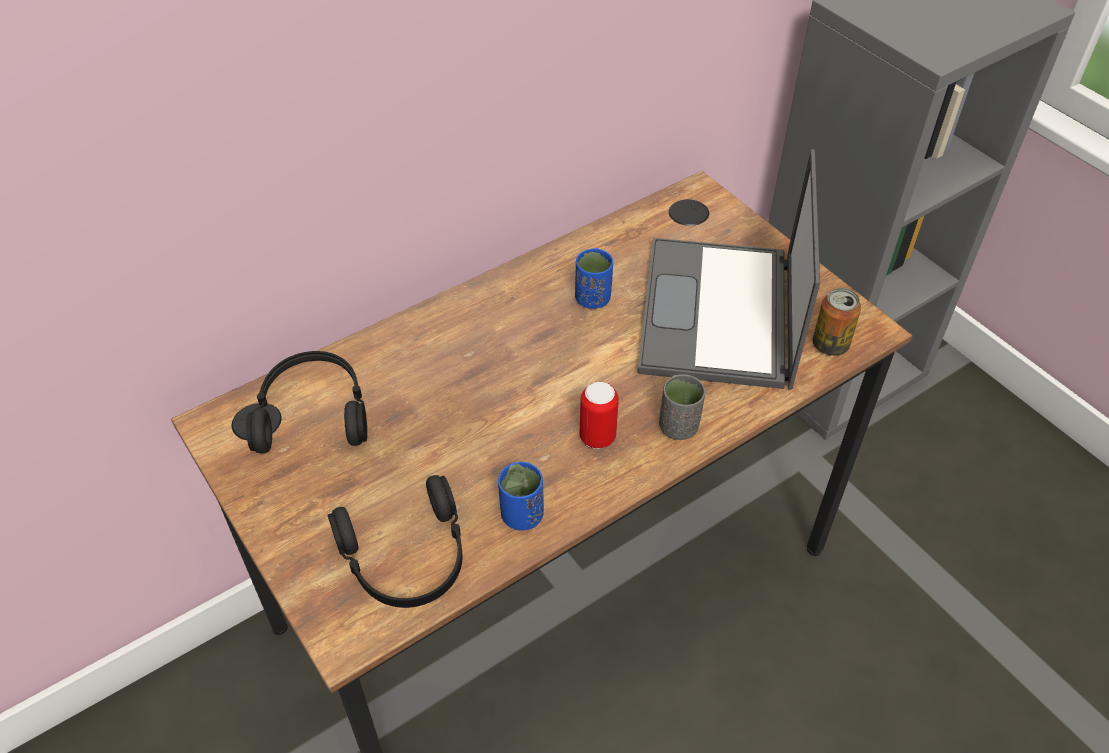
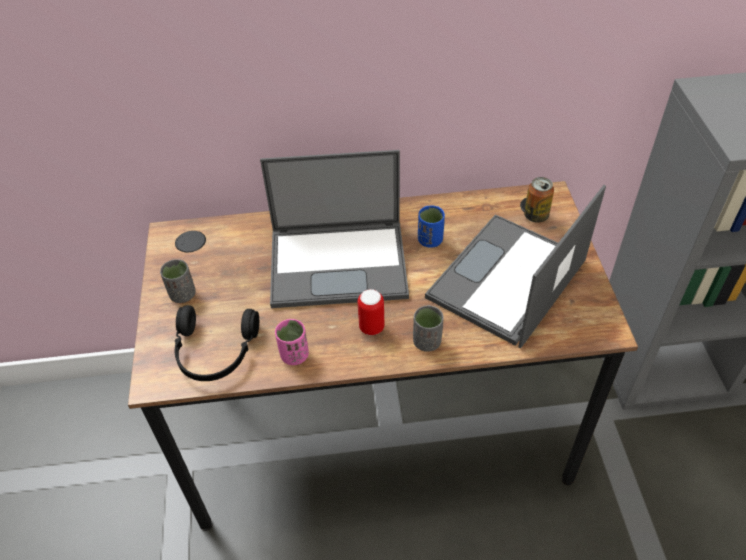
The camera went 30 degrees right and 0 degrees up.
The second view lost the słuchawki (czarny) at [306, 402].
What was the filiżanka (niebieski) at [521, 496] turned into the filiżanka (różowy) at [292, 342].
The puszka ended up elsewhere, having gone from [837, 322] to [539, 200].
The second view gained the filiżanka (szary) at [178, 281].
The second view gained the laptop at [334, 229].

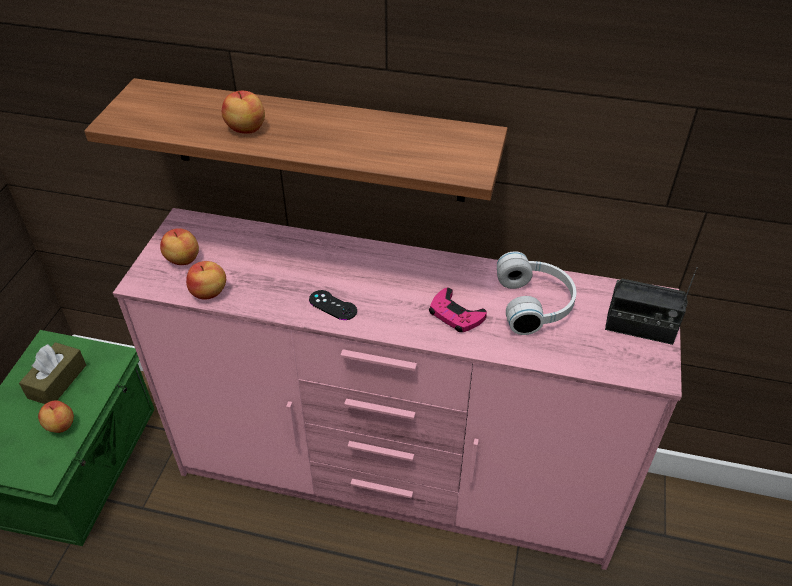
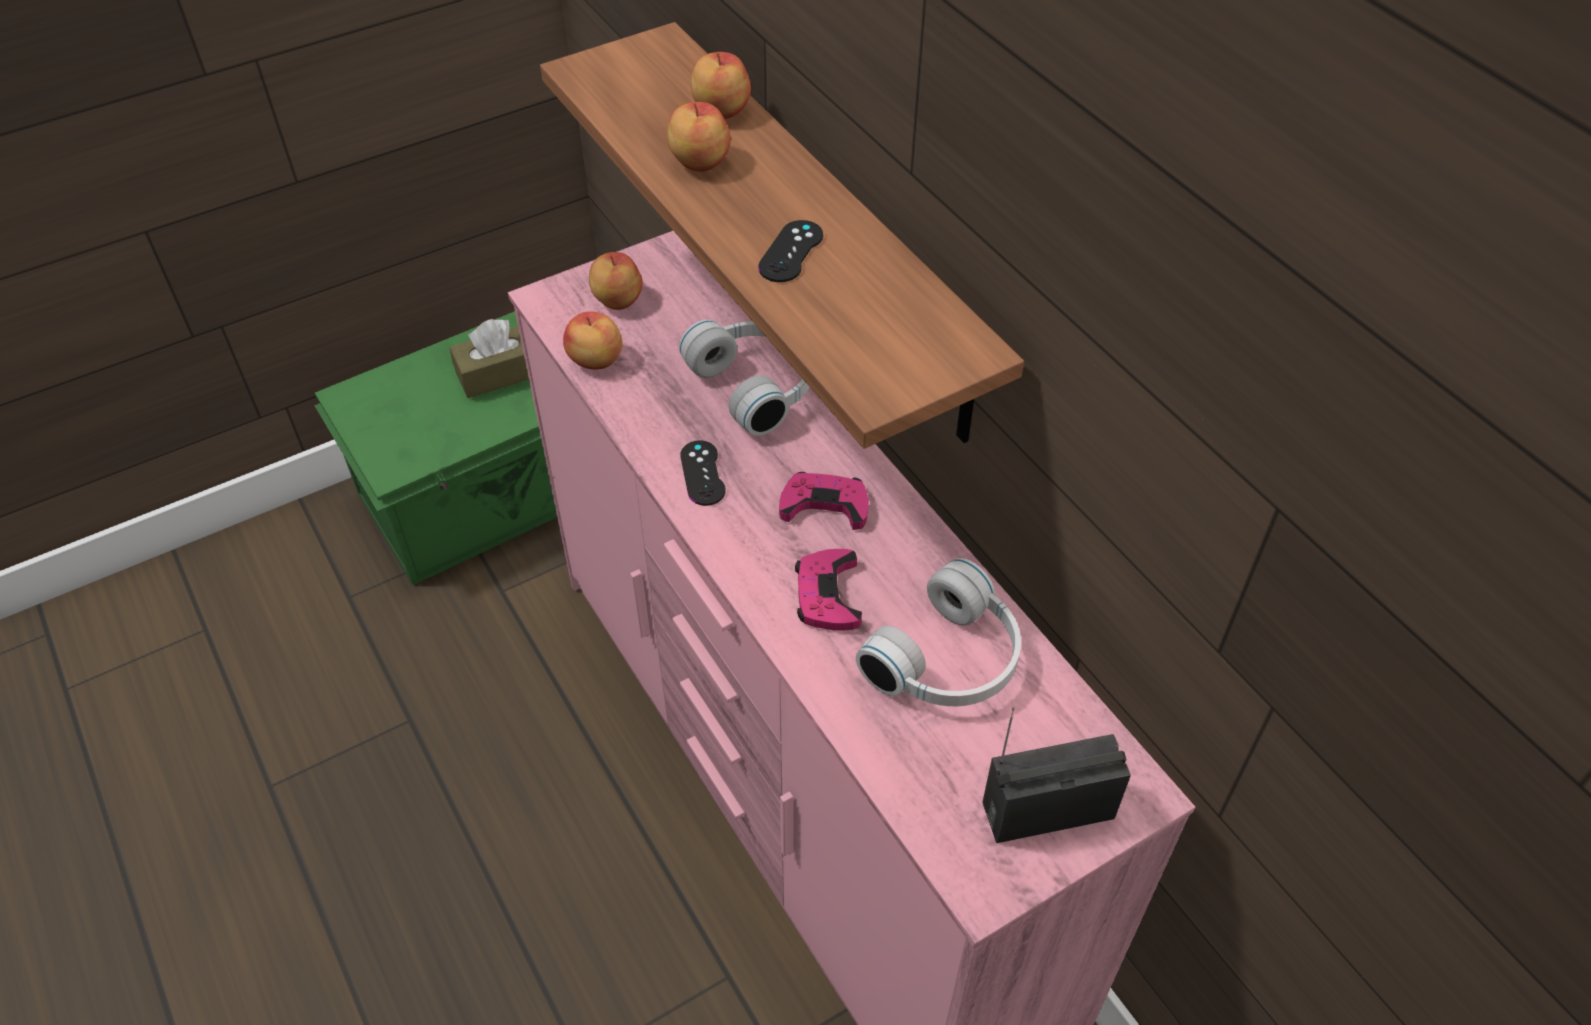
The camera went 45 degrees right and 5 degrees up.
The jabłko ended up elsewhere, having gone from [56, 416] to [721, 85].
The radio at [651, 306] ended up facing another way, 105 degrees clockwise from before.
The second view gained the słuchawki (biały) at [744, 377].
The second view gained the pad do gier (czarny) at [790, 251].
The second view gained the pad do gier (różowy) at [824, 501].

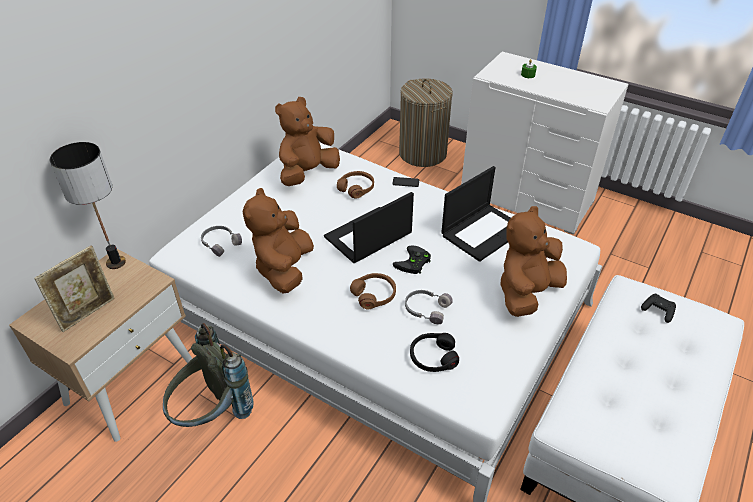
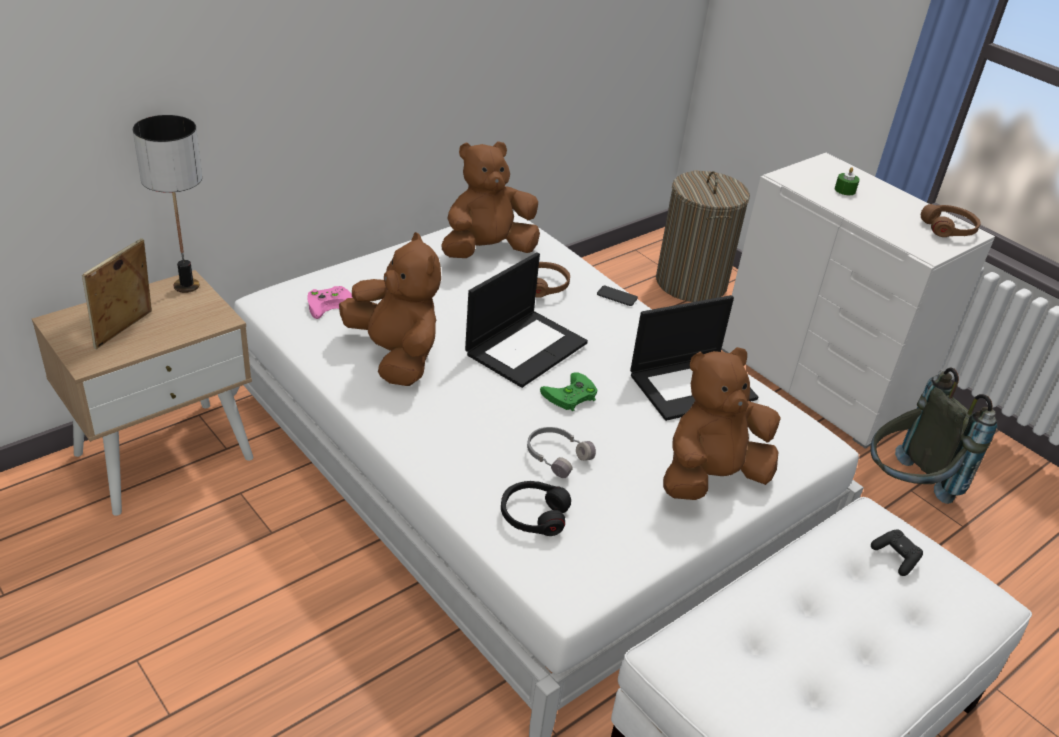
The camera went 15 degrees right and 5 degrees down.
The ramka na zdjęcie at [74, 288] ended up facing another way, 150 degrees clockwise from before.
The plecak (szary) ended up elsewhere, having gone from [208, 375] to [933, 435].
Where the słuchawki (szary) stood at [221, 241], the pad do gier (różowy) came to stand at [329, 302].
The pluszak (brązowy) at [278, 240] ended up facing another way, 120 degrees clockwise from before.
The laptop at [369, 227] ended up facing another way, 150 degrees clockwise from before.
The słuchawki (brązowy) ended up elsewhere, having gone from [373, 291] to [951, 220].
What was the pad do gier (czarny) at [412, 259] turned into the pad do gier (zielony) at [568, 391].

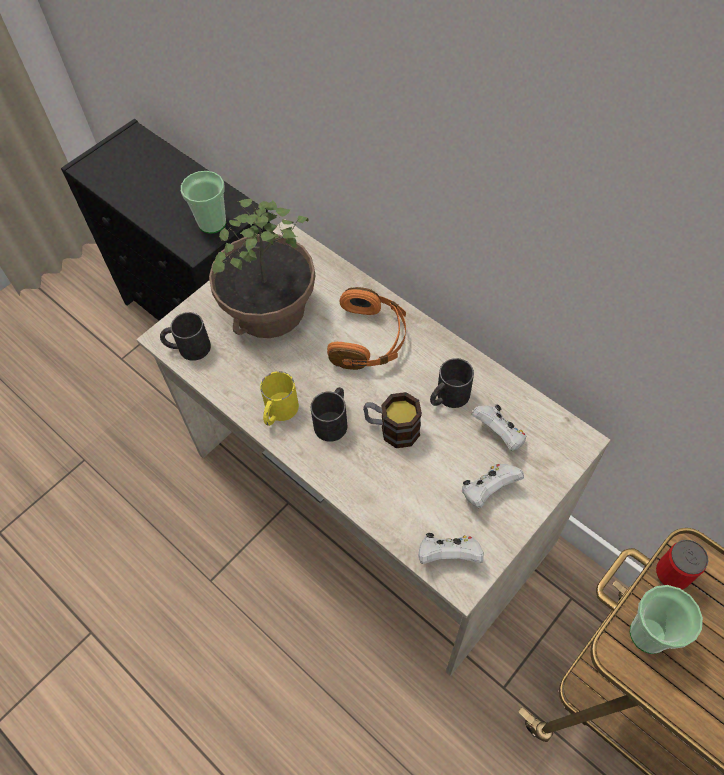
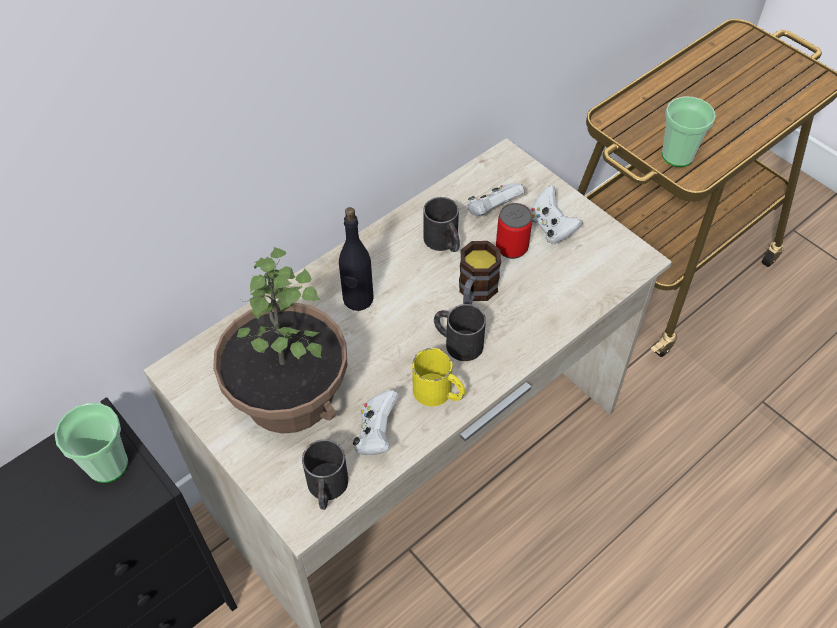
The camera went 85 degrees left and 5 degrees down.
Where the słuchawki (pomarańczowy) stood at [366, 328], the butelka (czarny) came to stand at [356, 259].
The pad do gier (biały) ended up elsewhere, having gone from [451, 548] to [376, 422].
The puszka ended up elsewhere, having gone from [682, 564] to [514, 231].

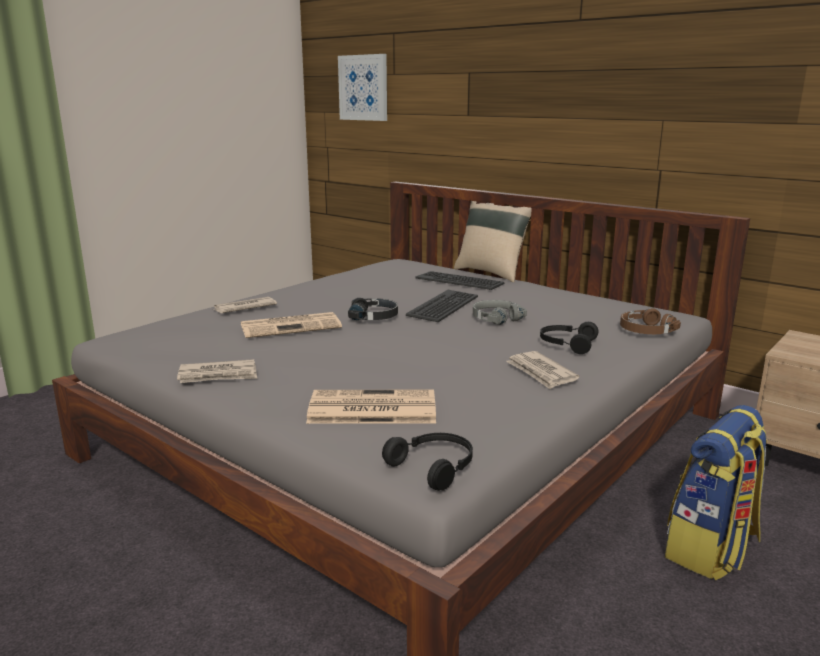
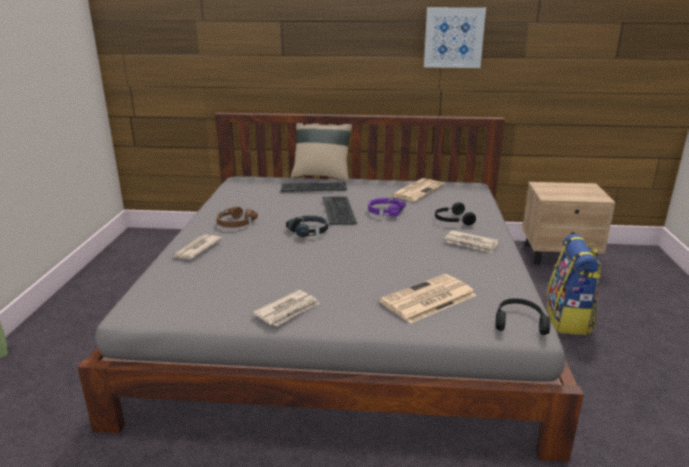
The camera went 35 degrees left and 5 degrees up.
The gazeta ended up elsewhere, having gone from [291, 325] to [417, 190].
The obraz ended up elsewhere, having gone from [362, 87] to [455, 37].
What was the słuchawki (szary) at [500, 312] turned into the słuchawki (fioletowy) at [387, 207].
The słuchawki (brązowy) ended up elsewhere, having gone from [650, 321] to [237, 217].

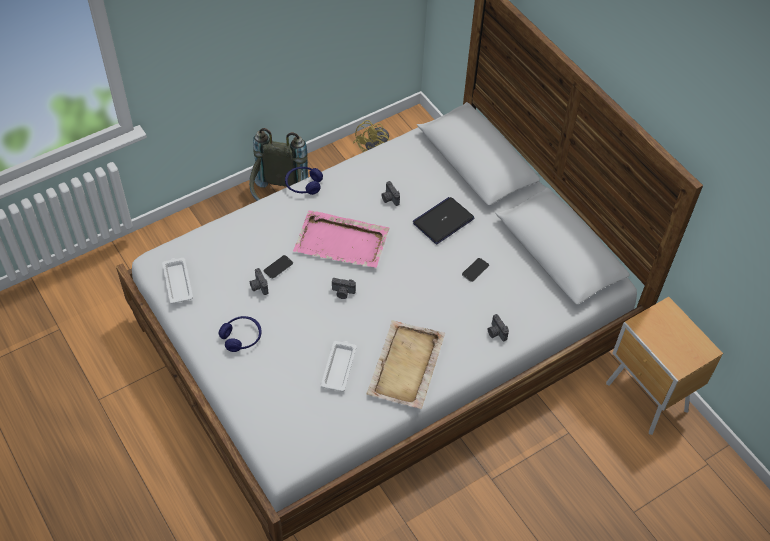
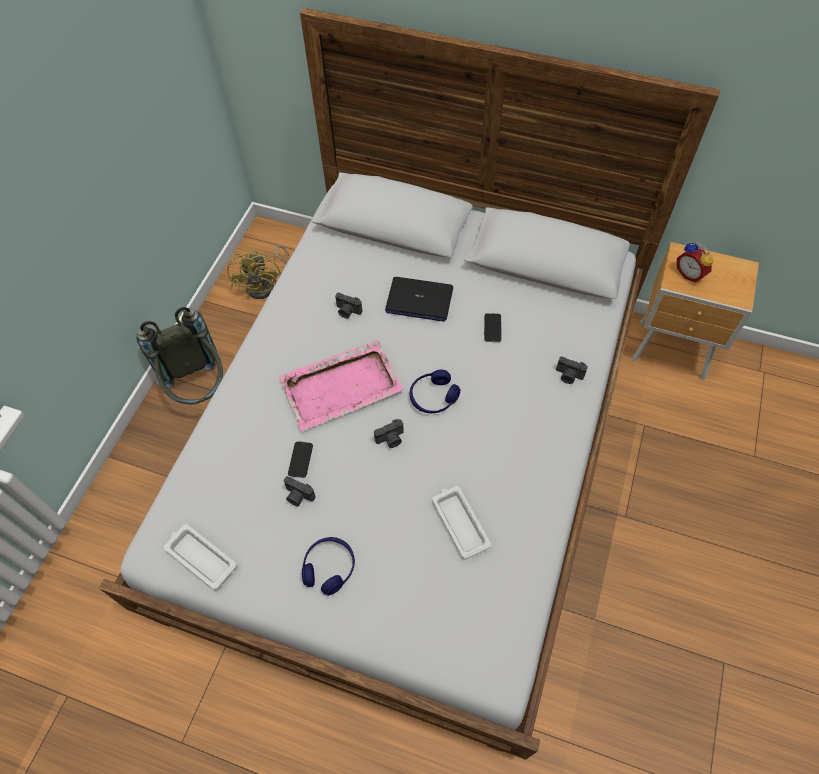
The camera went 35 degrees left and 5 degrees up.
The słuchawki (niebieski) ended up elsewhere, having gone from [304, 181] to [435, 391].
The second view lost the taca (beżowy) at [406, 364].
The laptop at [443, 220] ended up facing another way, 90 degrees counterclockwise from before.
The second view gained the budzik at [695, 262].

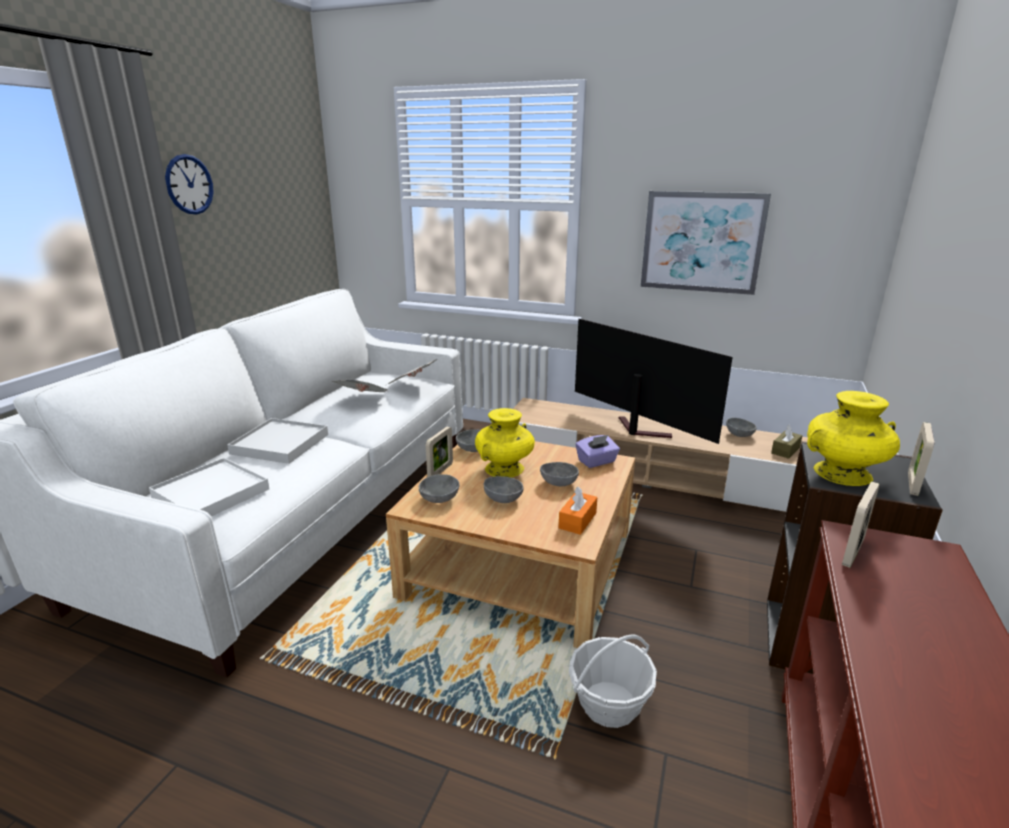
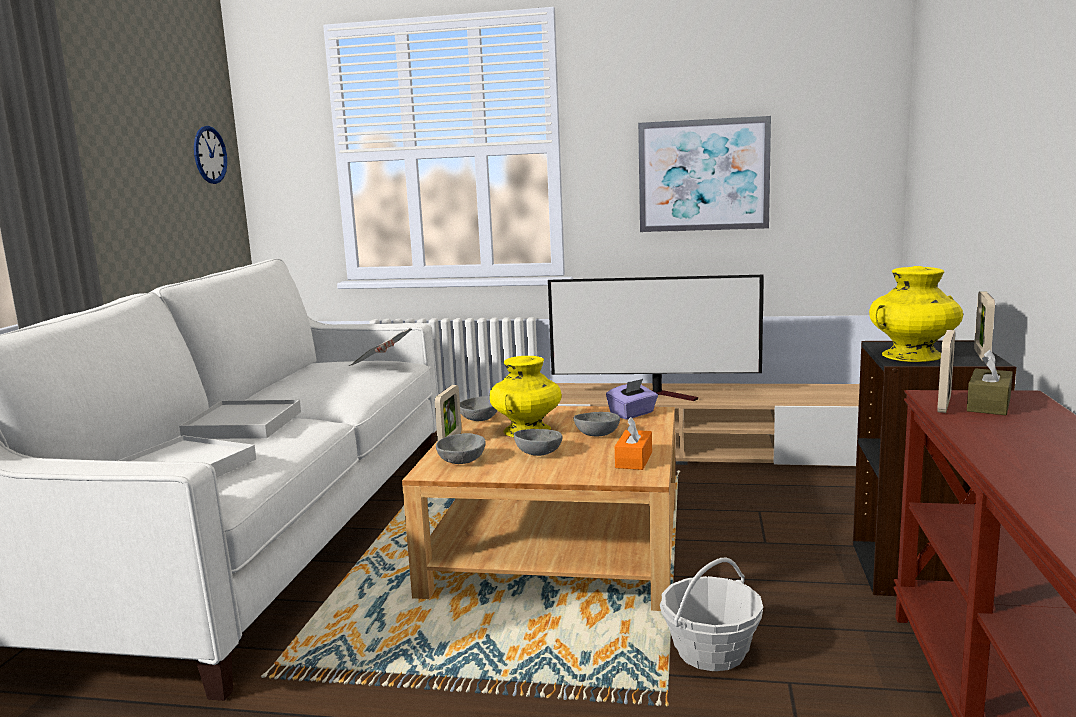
The camera went 10 degrees left and 10 degrees down.
The zegar ścienny ended up elsewhere, having gone from [189, 184] to [210, 155].
The second view lost the gazeta at [359, 386].
The telewizor at [654, 381] ended up facing another way, 150 degrees clockwise from before.
The second view lost the miska (szary) at [741, 427].
The pudełko chusteczek (brązowy) ended up elsewhere, having gone from [786, 442] to [990, 382].

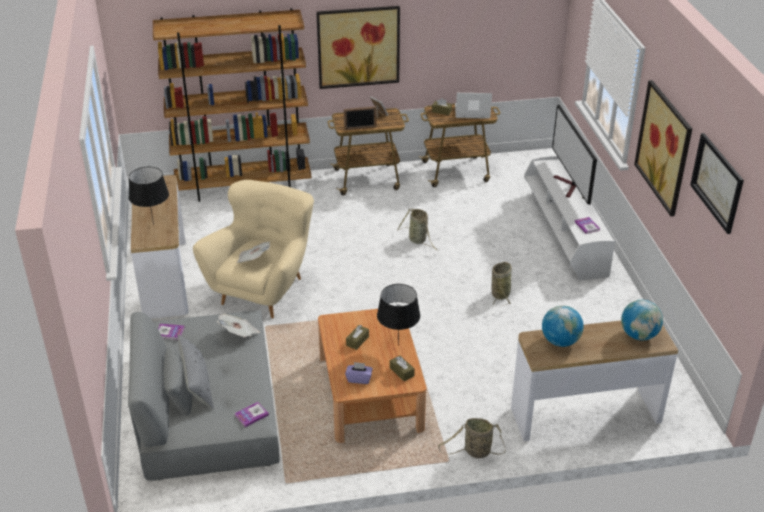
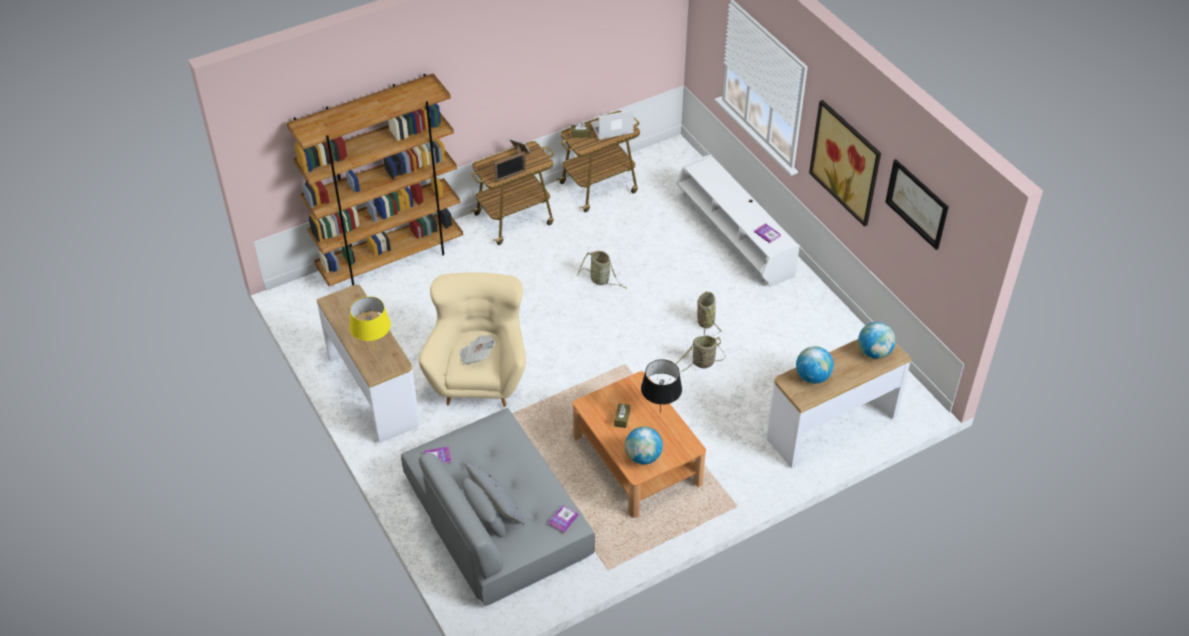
The camera went 20 degrees left and 10 degrees up.
What was the lampa stołowa (czarny) at [149, 196] turned into the lampa stołowa (żółty) at [370, 323].
The second view lost the gazeta at [238, 325].
The second view lost the obraz at [358, 47].
Where the pudełko chusteczek (fioletowy) stood at [359, 373], the globus came to stand at [644, 446].
The second view lost the pudełko chusteczek (brązowy) at [402, 368].
The koszyk ended up elsewhere, having gone from [471, 438] to [700, 353].
The second view lost the telewizor at [574, 155].

